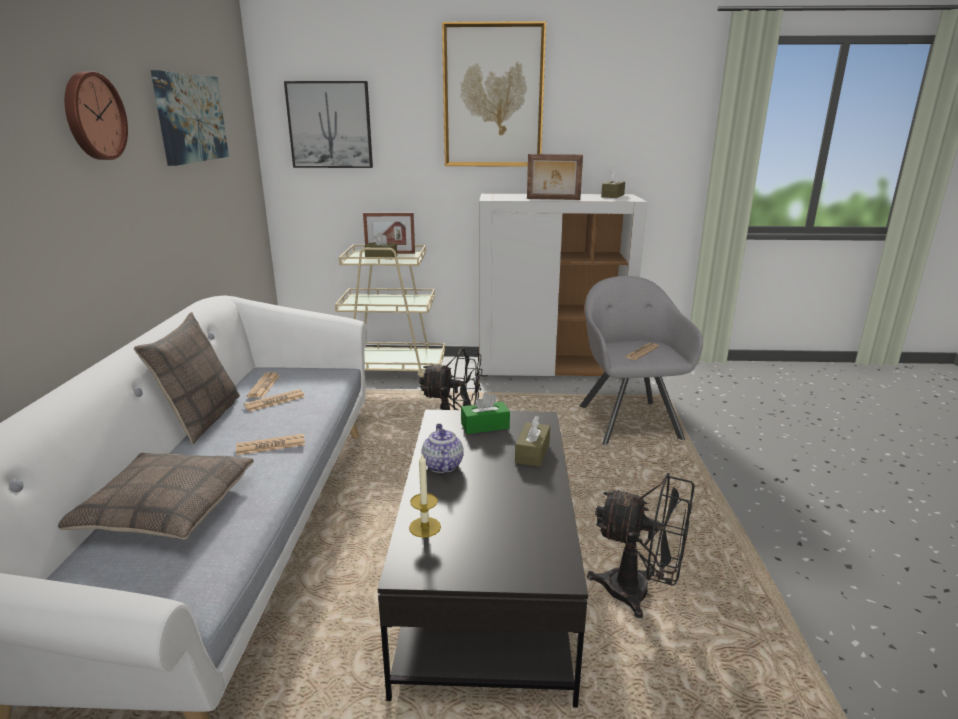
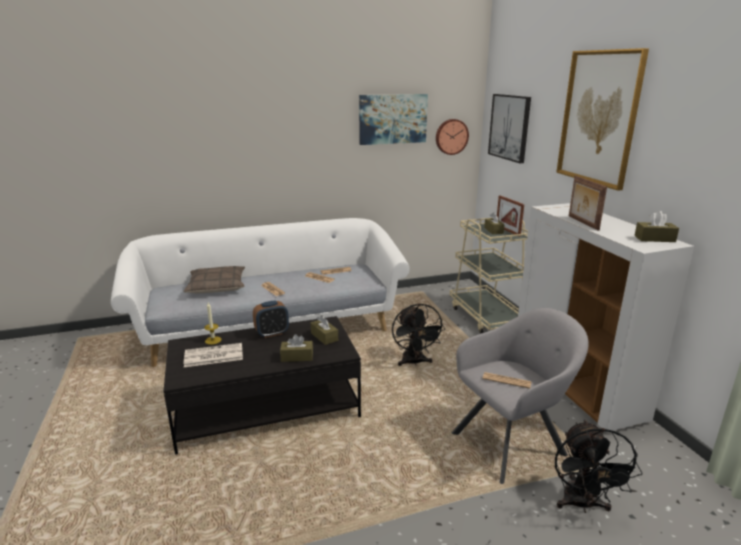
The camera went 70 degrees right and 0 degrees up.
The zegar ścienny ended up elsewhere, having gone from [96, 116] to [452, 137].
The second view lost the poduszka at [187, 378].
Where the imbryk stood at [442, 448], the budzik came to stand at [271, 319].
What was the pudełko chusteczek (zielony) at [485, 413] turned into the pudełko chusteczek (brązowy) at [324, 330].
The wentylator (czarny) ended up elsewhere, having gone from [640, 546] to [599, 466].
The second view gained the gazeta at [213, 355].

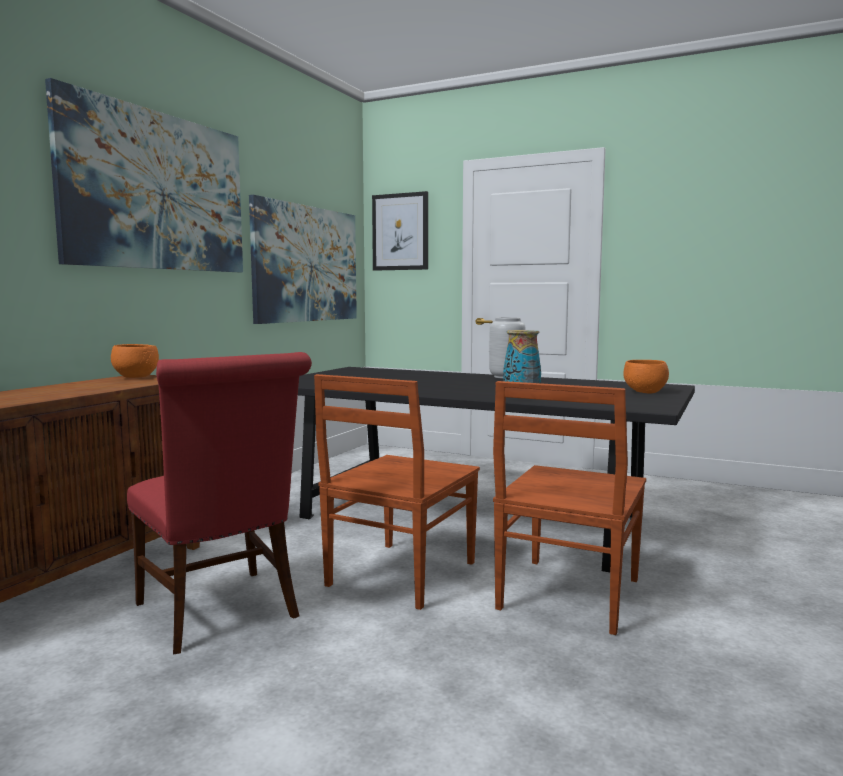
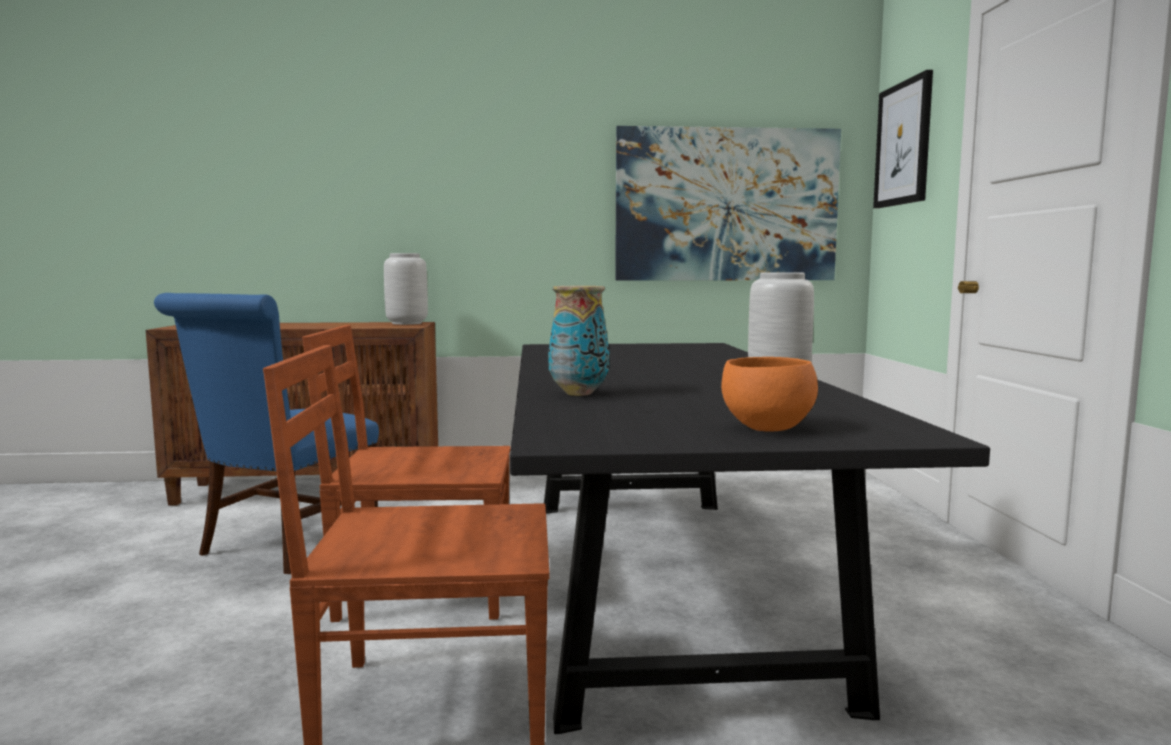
The camera went 60 degrees right and 0 degrees up.
The second view lost the obraz at [144, 175].
Where the miska (pomarańczowy) stood at [135, 361], the wazon (szary) came to stand at [406, 289].
What was the krzesło (czerwony) at [219, 503] turned into the krzesło (niebieski) at [266, 433].

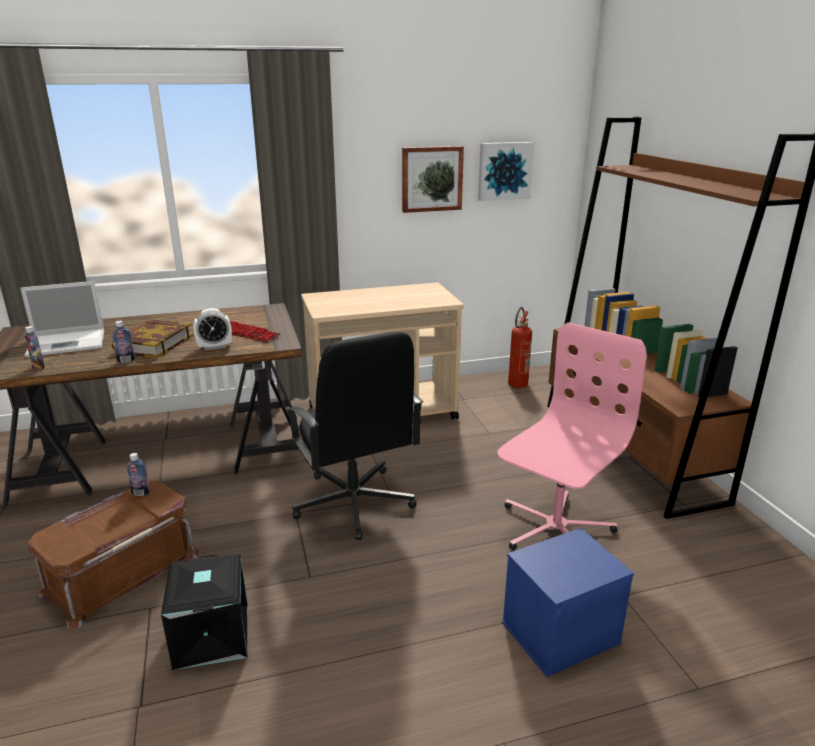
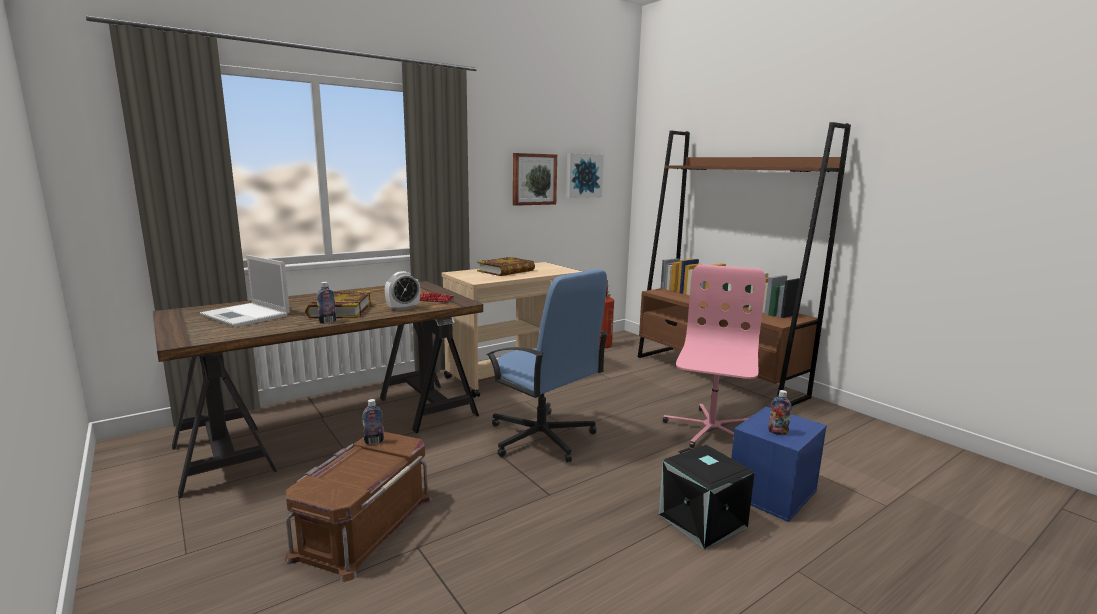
The camera went 20 degrees left and 10 degrees down.
The laptop at [62, 319] ended up facing another way, 75 degrees clockwise from before.
The butelka ended up elsewhere, having gone from [34, 348] to [780, 412].
The pojemnik do przechowywania (czarny) ended up elsewhere, having gone from [204, 612] to [707, 497].
What was the krzesło biurowe (czarny) at [354, 435] turned into the krzesło biurowe (niebieski) at [547, 365].
The second view gained the książka at [506, 266].

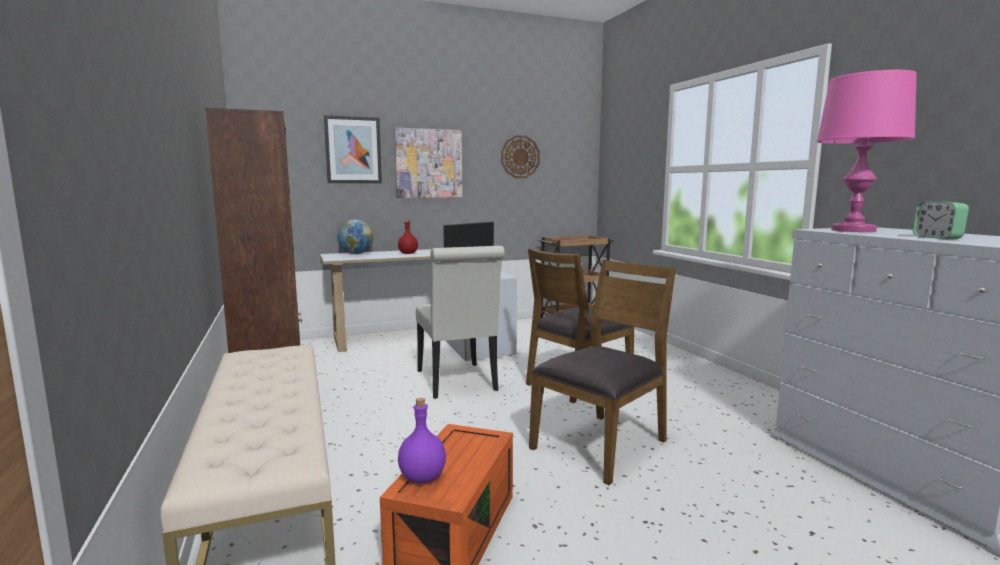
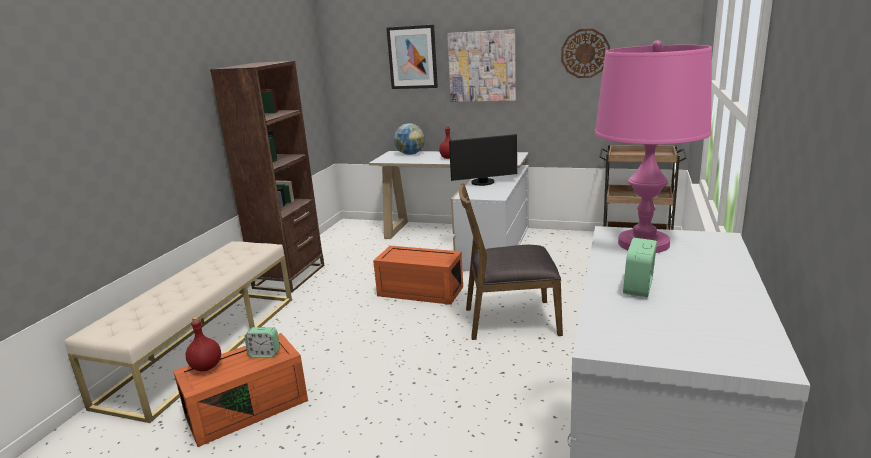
The camera went 40 degrees right and 10 degrees up.
What was the butelka (fioletowy) at [422, 440] turned into the butelka (czerwony) at [203, 343].
Where the krzesło (biały) stood at [460, 322], the pojemnik do przechowywania (pomarańczowy) came to stand at [418, 275].
The second view lost the krzesło (brązowy) at [602, 372].
The second view gained the budzik at [262, 342].

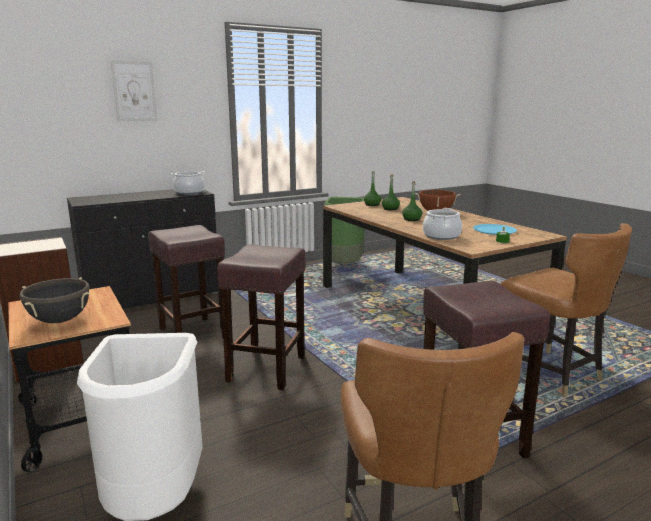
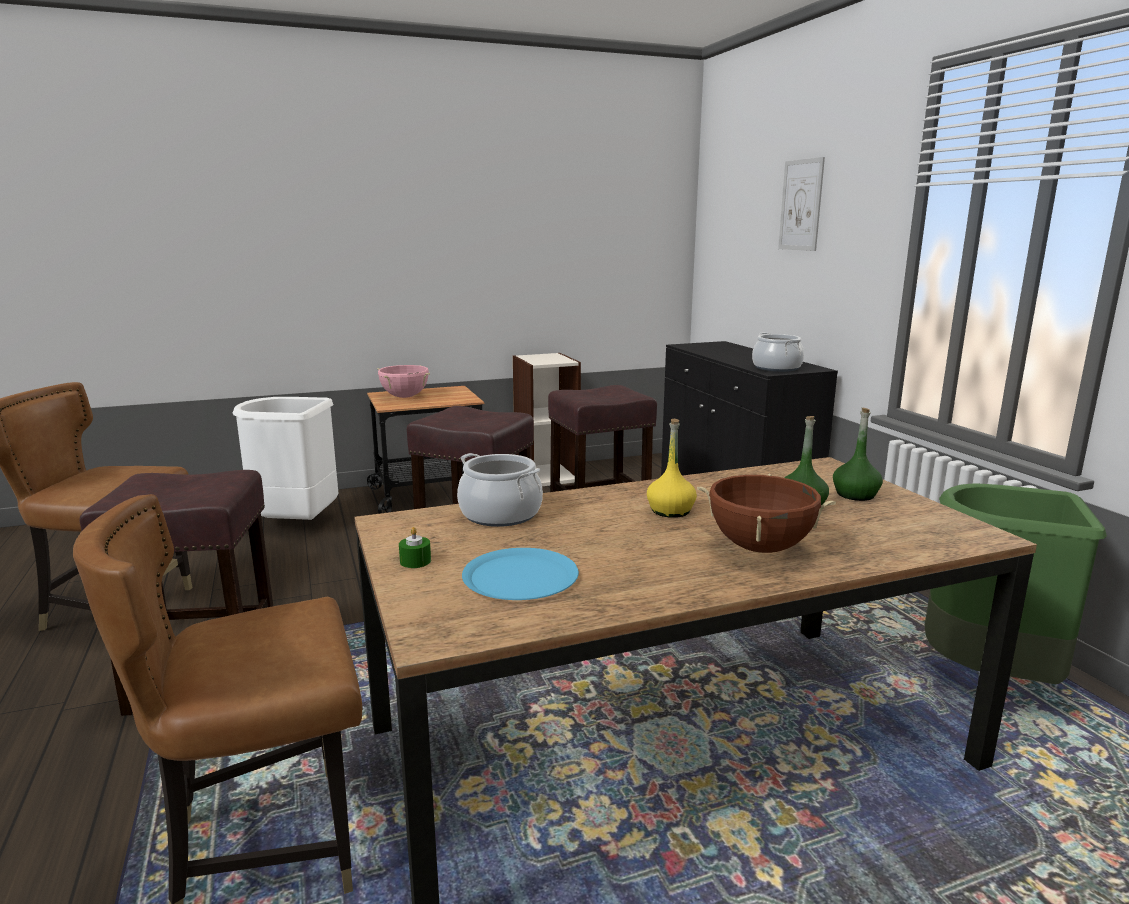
The camera went 100 degrees right and 0 degrees up.
What was the garnek (czarny) at [54, 300] turned into the garnek (różowy) at [404, 381].
What was the butelka (zielony) at [412, 201] turned into the butelka (żółty) at [672, 468].

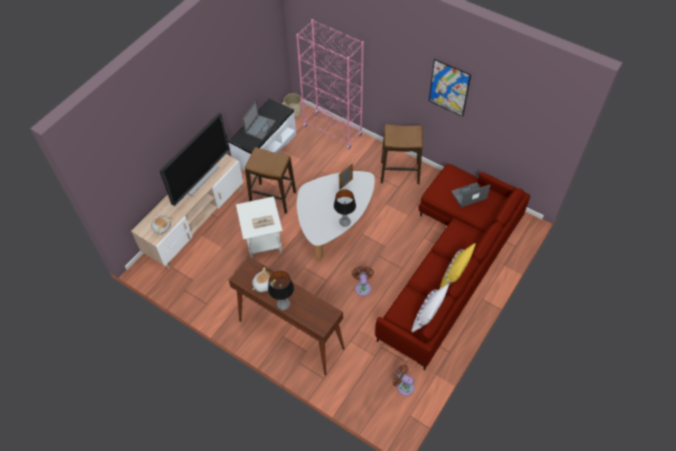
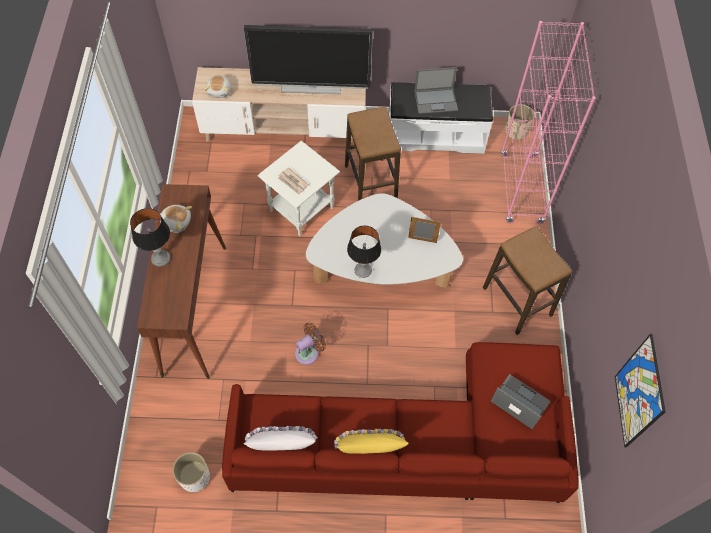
The camera went 55 degrees right and 5 degrees up.
Where the wentylator (brązowy) stood at [403, 380], the donica (biały) came to stand at [191, 472].
The obraz ended up elsewhere, having gone from [450, 88] to [640, 391].

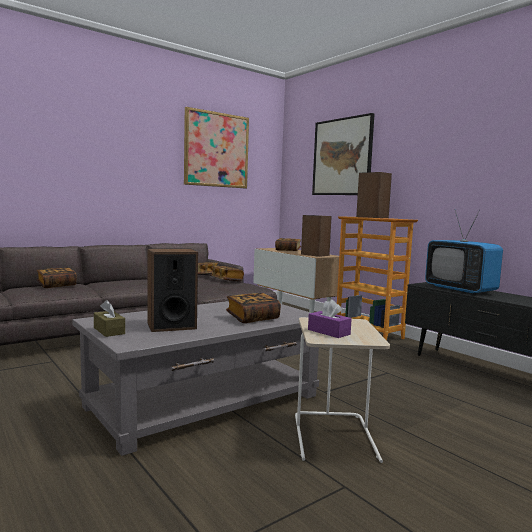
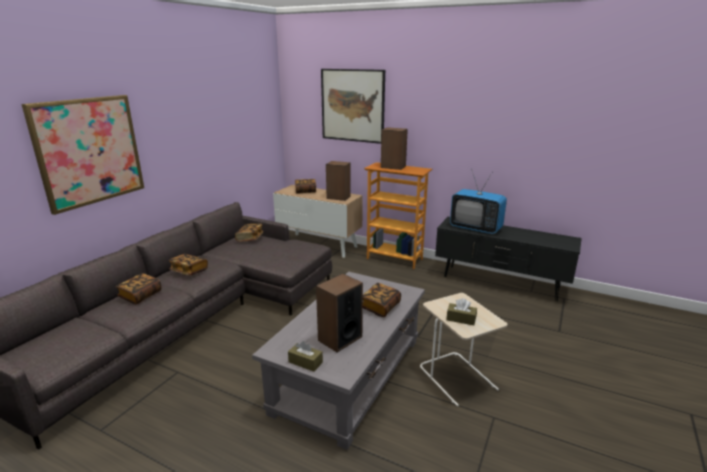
The camera went 25 degrees left and 15 degrees up.
The obraz ended up elsewhere, having gone from [216, 147] to [82, 155].
The książka ended up elsewhere, having gone from [227, 274] to [188, 265].
What was the pudełko chusteczek (fioletowy) at [330, 319] turned into the pudełko chusteczek (brązowy) at [462, 311].

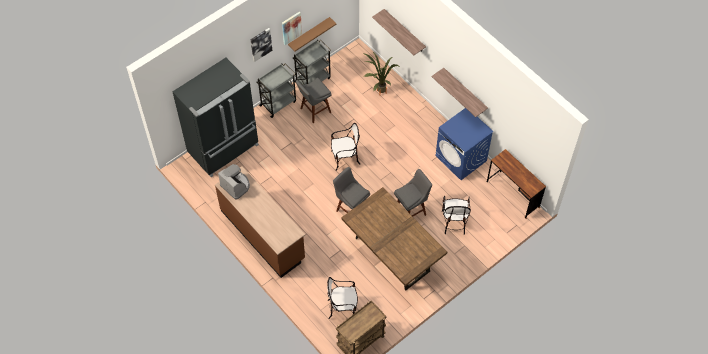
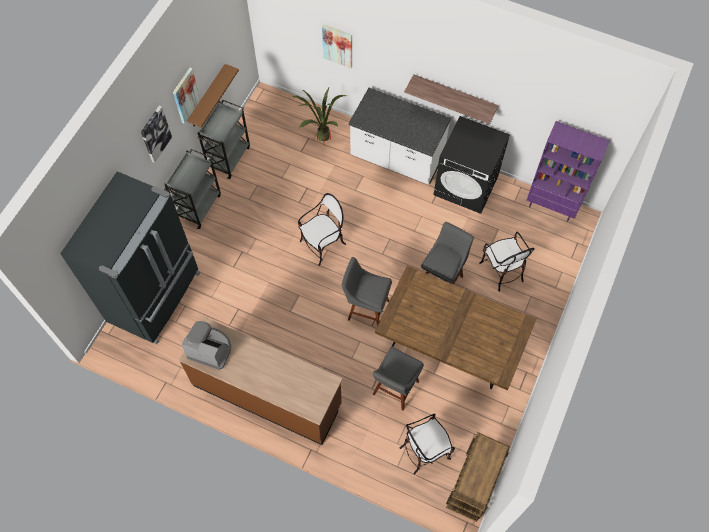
The camera went 25 degrees left and 5 degrees up.
The stołek (szary) ended up elsewhere, having gone from [314, 100] to [398, 379].
Where the półka hung at [399, 32], the obraz came to hang at [337, 46].
What was the pralka (niebieski) at [464, 144] turned into the pralka (czarny) at [472, 165].
Where the biurko (brązowy) stood at [516, 184], the regał (fioletowy) came to stand at [568, 171].
The second view gained the zabudowa kuchenna (biały) at [399, 136].

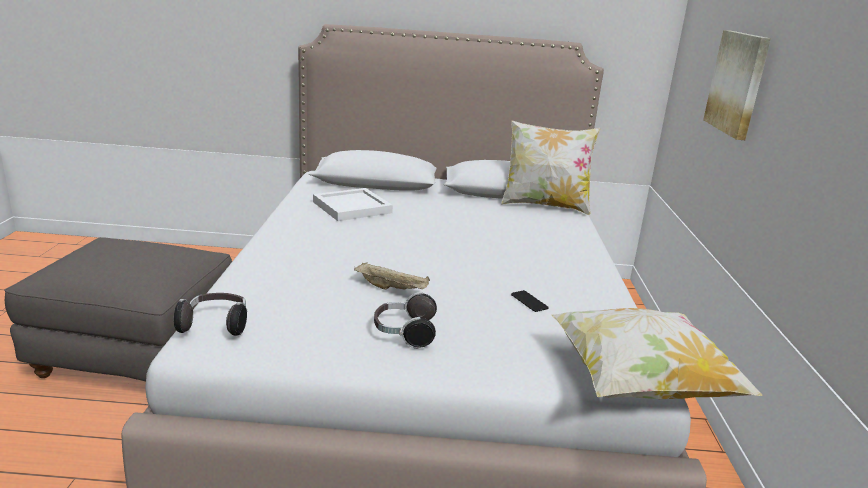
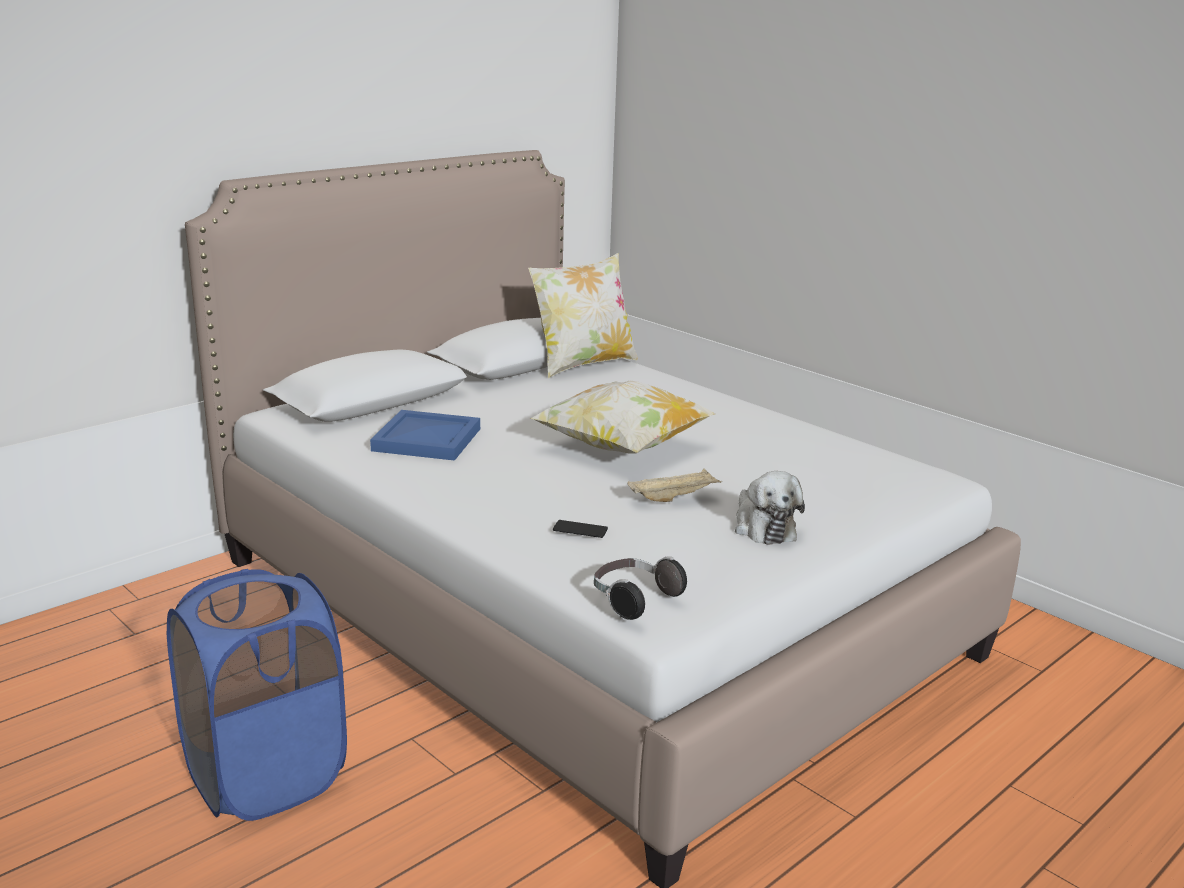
The camera went 45 degrees left and 0 degrees up.
Where the pufa (szary) stood at [118, 309], the kosz na pranie (niebieski) came to stand at [257, 695].
What was the taca (biały) at [353, 204] turned into the taca (niebieski) at [425, 435].
Where the słuchawki stood at [405, 320], the pluszak came to stand at [770, 508].
The telefon ended up elsewhere, having gone from [530, 301] to [580, 529].
The poduszka ended up elsewhere, having gone from [656, 353] to [622, 417].
The second view lost the obraz at [737, 85].

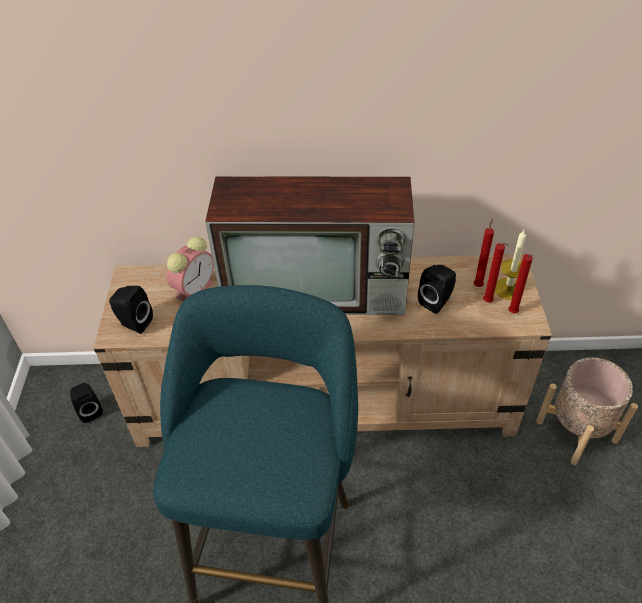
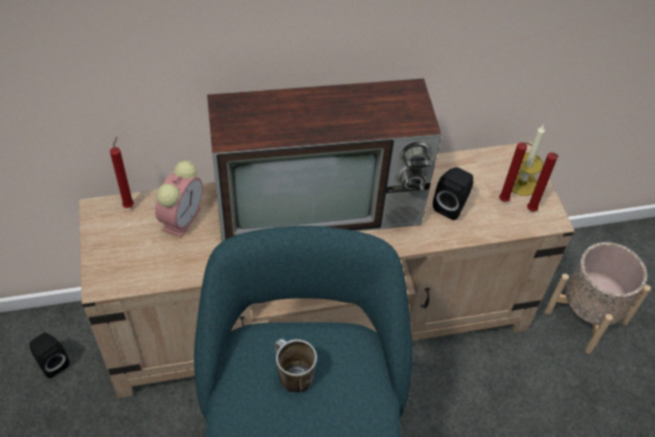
The camera went 15 degrees left and 5 degrees up.
The second view lost the głośnik (czarny) at [131, 310].
The świeca (czerwony) ended up elsewhere, having gone from [483, 253] to [122, 172].
The second view gained the kubek at [296, 366].

